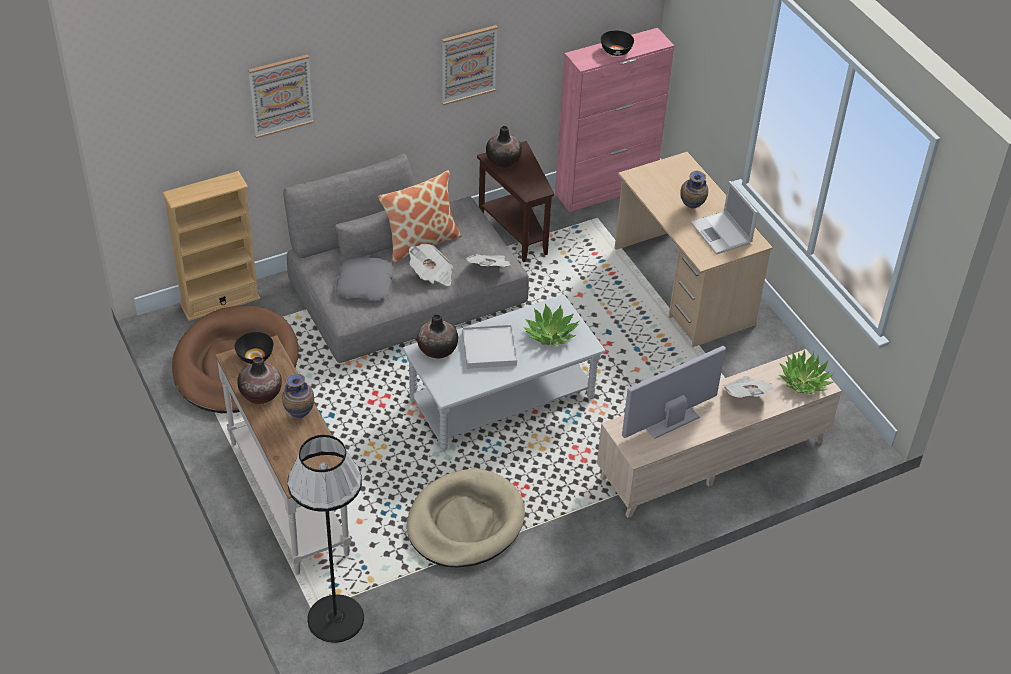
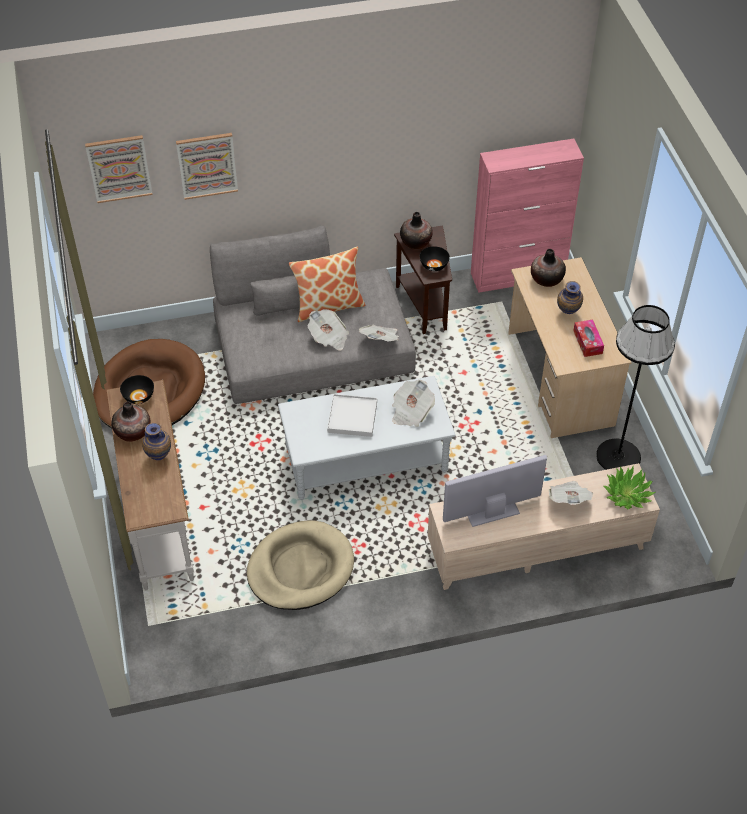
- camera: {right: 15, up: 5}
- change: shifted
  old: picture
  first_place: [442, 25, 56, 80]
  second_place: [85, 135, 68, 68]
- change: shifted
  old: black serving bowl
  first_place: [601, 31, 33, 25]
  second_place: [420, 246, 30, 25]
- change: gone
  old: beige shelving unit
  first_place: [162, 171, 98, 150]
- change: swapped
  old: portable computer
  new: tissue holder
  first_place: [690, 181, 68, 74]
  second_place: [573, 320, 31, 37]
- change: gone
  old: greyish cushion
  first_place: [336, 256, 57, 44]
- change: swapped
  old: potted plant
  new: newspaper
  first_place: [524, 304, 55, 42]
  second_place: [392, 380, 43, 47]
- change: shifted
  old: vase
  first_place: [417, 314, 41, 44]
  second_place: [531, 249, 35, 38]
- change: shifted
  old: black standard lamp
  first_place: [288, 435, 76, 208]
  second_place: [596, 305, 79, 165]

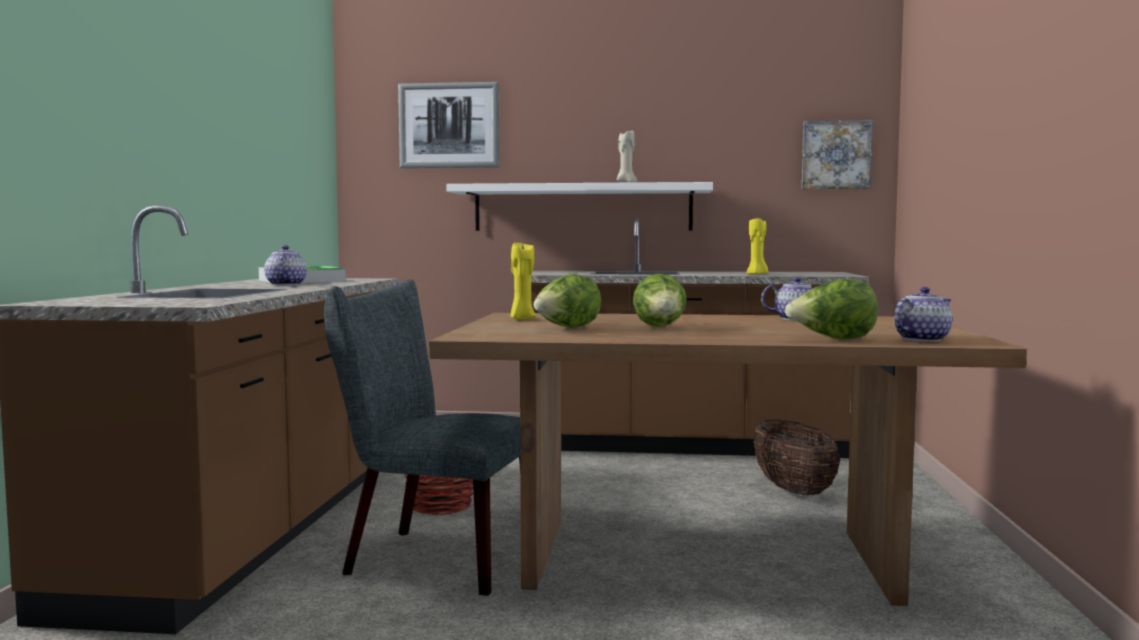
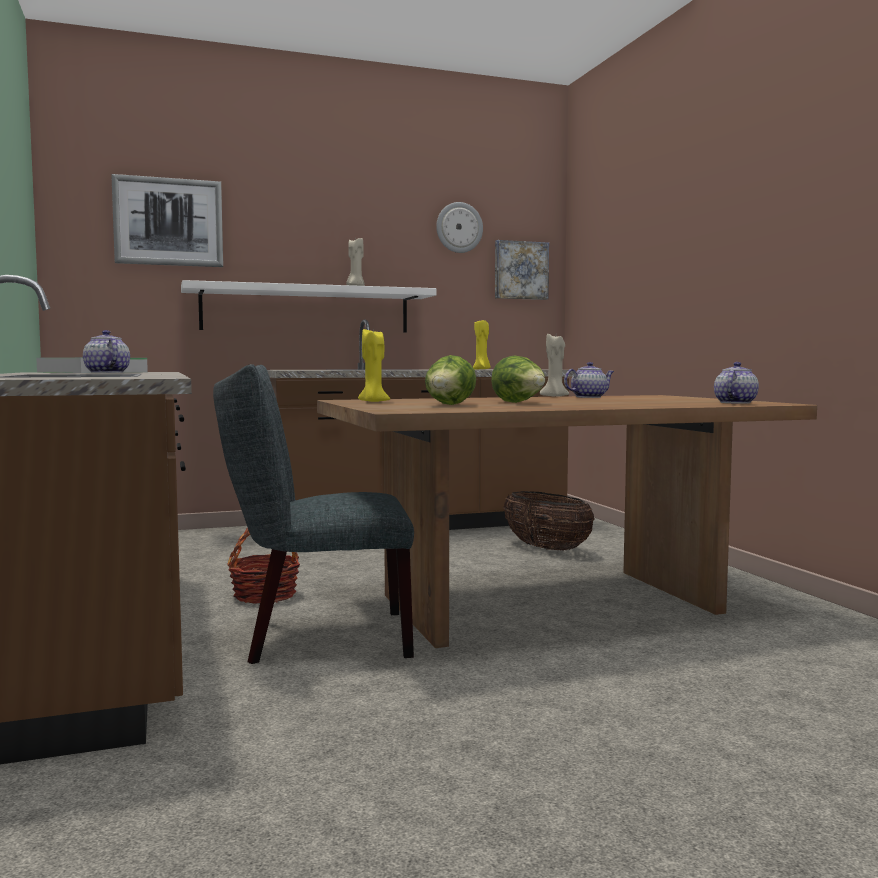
- camera: {right: -25, up: 0}
- change: gone
  old: head of lettuce
  first_place: [785, 279, 93, 61]
- change: new
  new: hanging clock
  second_place: [436, 202, 47, 51]
- change: new
  new: beige wax candle
  second_place: [540, 334, 29, 63]

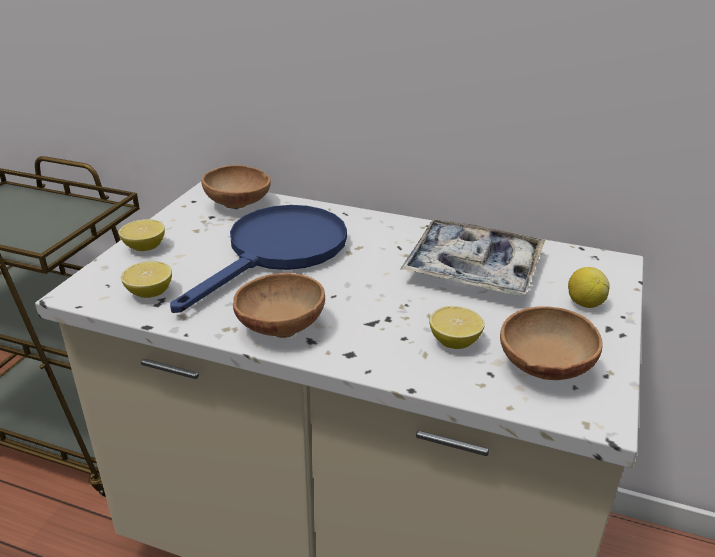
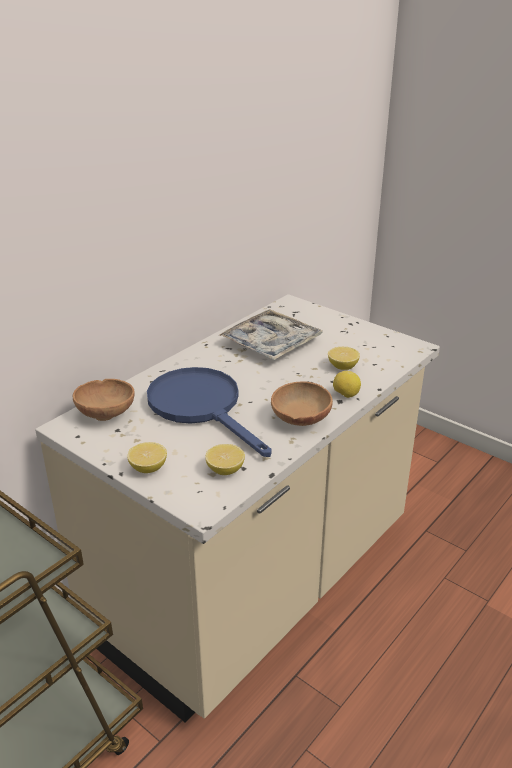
- camera: {right: -70, up: 0}
- change: shifted
  old: lemon
  first_place: [568, 267, 42, 41]
  second_place: [333, 371, 28, 27]
- change: gone
  old: brown serving bowl
  first_place: [500, 306, 103, 74]

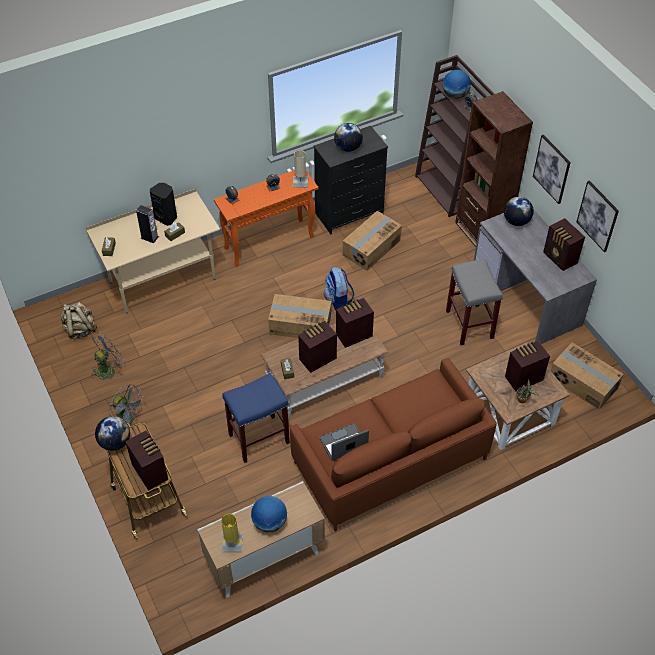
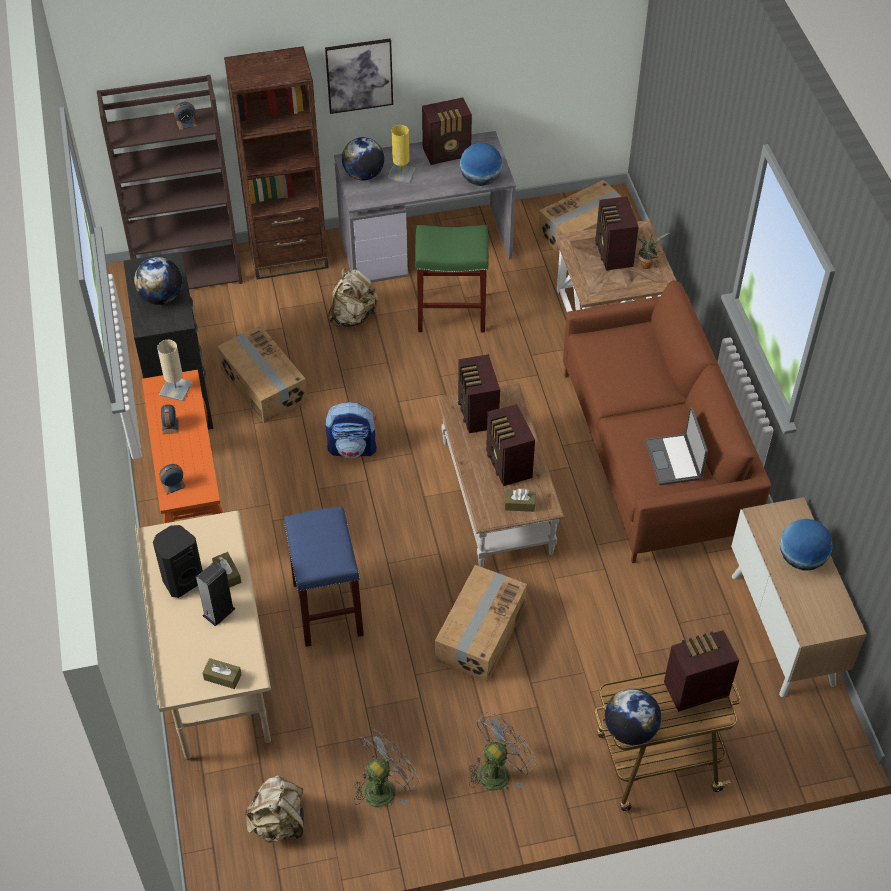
- camera: {right: -75, up: 0}
- change: shifted
  old: desk globe
  first_place: [442, 70, 29, 29]
  second_place: [460, 143, 43, 43]
- change: gone
  old: picture
  first_place: [577, 181, 42, 71]
- change: repainted
  old: greyish stool seat
  new: green-coloured stool seat
  first_place: [446, 259, 57, 86]
  second_place: [415, 225, 74, 107]
- change: shifted
  old: cardboard box
  first_place: [268, 294, 64, 44]
  second_place: [435, 565, 92, 117]
- change: rotated
  old: greyish cooling fan
  first_place: [92, 332, 33, 48]
  second_place: [354, 729, 65, 78]
  degrees: 75
- change: shifted
  old: blue stool seat
  first_place: [222, 373, 68, 90]
  second_place: [284, 506, 80, 141]
- change: shifted
  old: yellowish lamp for a table
  first_place: [221, 514, 21, 38]
  second_place: [388, 125, 27, 58]
- change: new
  new: beige knapsack
  second_place: [328, 268, 50, 59]

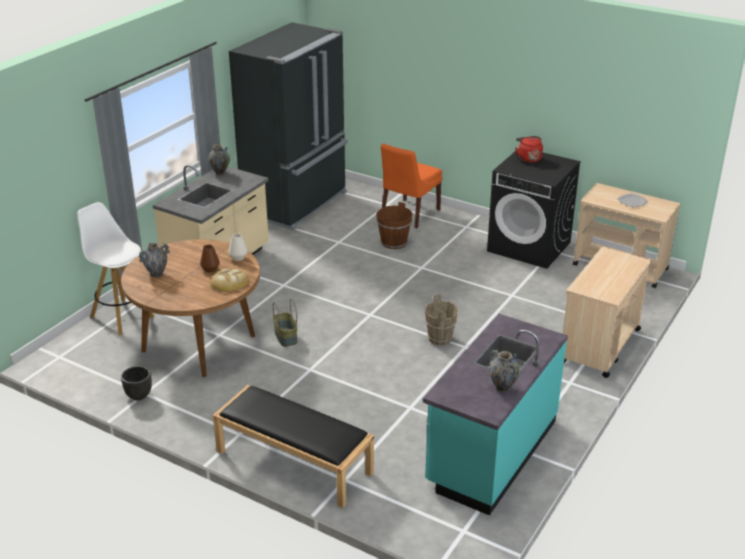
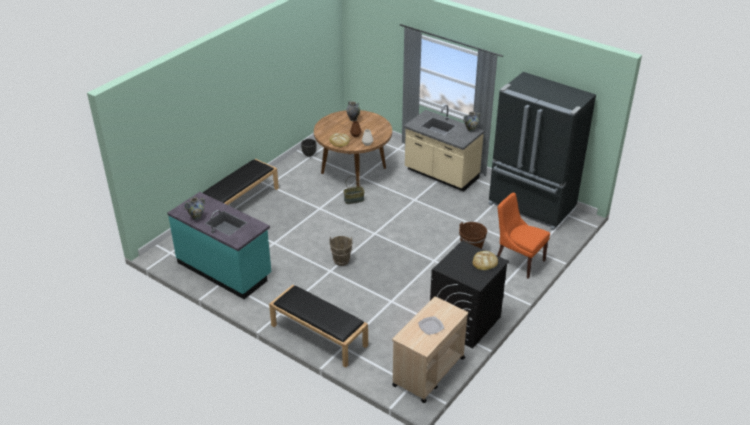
- camera: {right: 95, up: 5}
- change: swapped
  old: reddish water kettle
  new: bakery bread
  first_place: [515, 136, 28, 27]
  second_place: [473, 251, 25, 19]
- change: gone
  old: whitish stool seat
  first_place: [77, 202, 77, 133]
- change: swapped
  old: beige trolley
  new: black bench
  first_place: [563, 247, 88, 131]
  second_place: [269, 285, 99, 82]

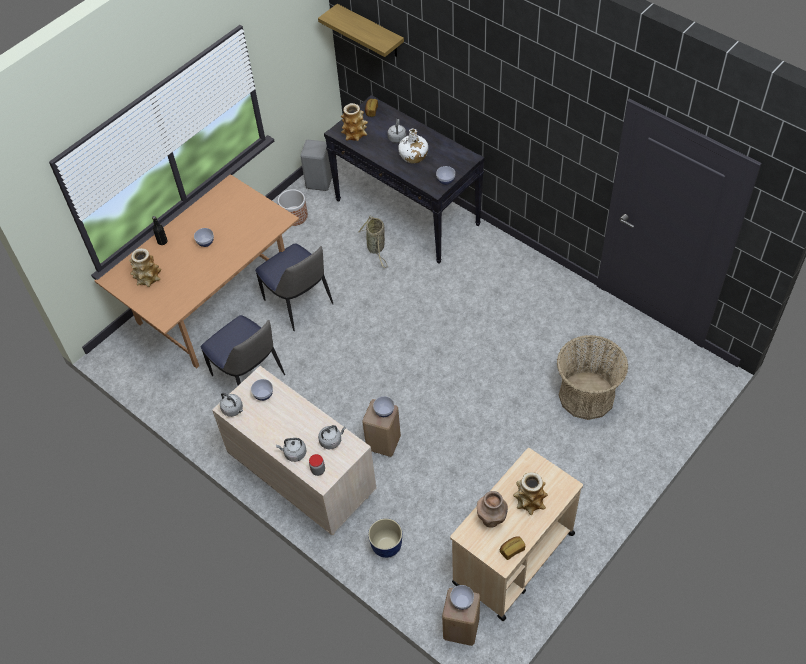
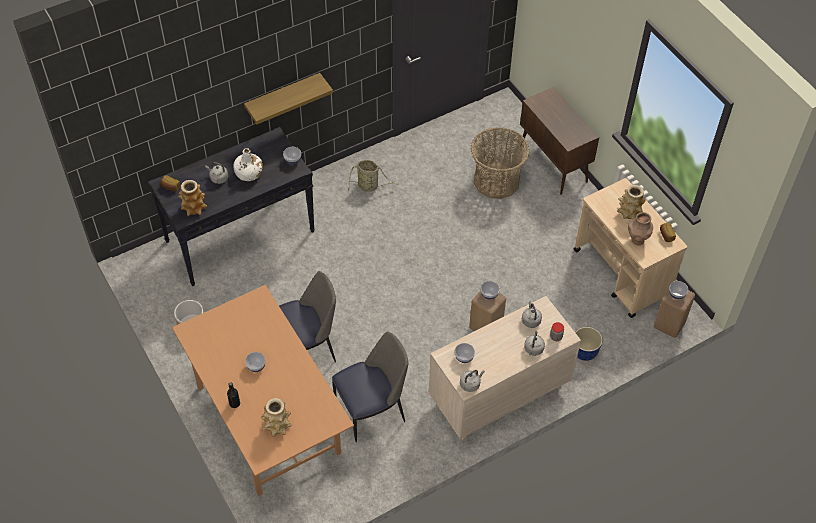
- camera: {right: -75, up: 0}
- change: shifted
  old: wall shelf
  first_place: [318, 4, 86, 53]
  second_place: [244, 73, 89, 51]
- change: gone
  old: greyish stool seat
  first_place: [300, 140, 32, 51]
- change: shifted
  old: storage basket
  first_place: [359, 215, 28, 53]
  second_place: [346, 160, 53, 32]
- change: new
  new: brown storage cabinet
  second_place: [520, 87, 79, 108]

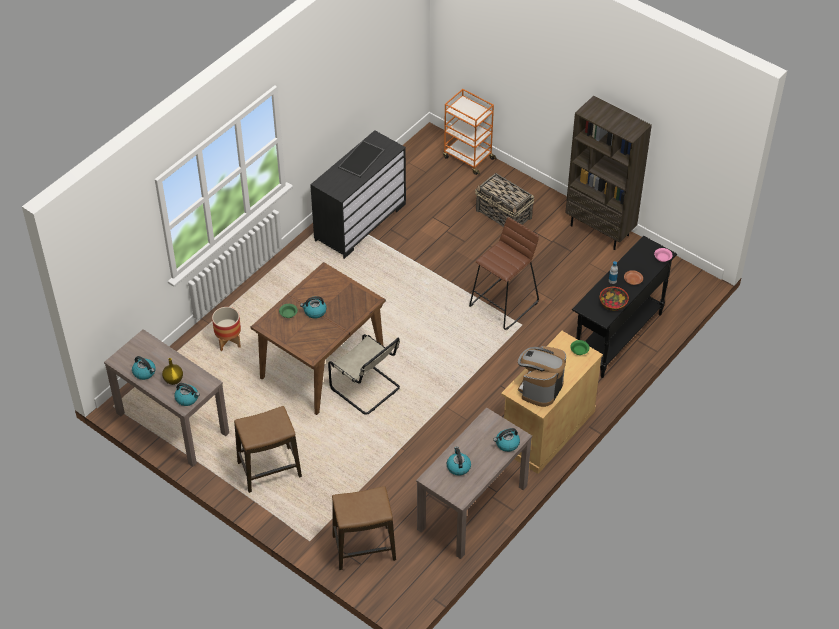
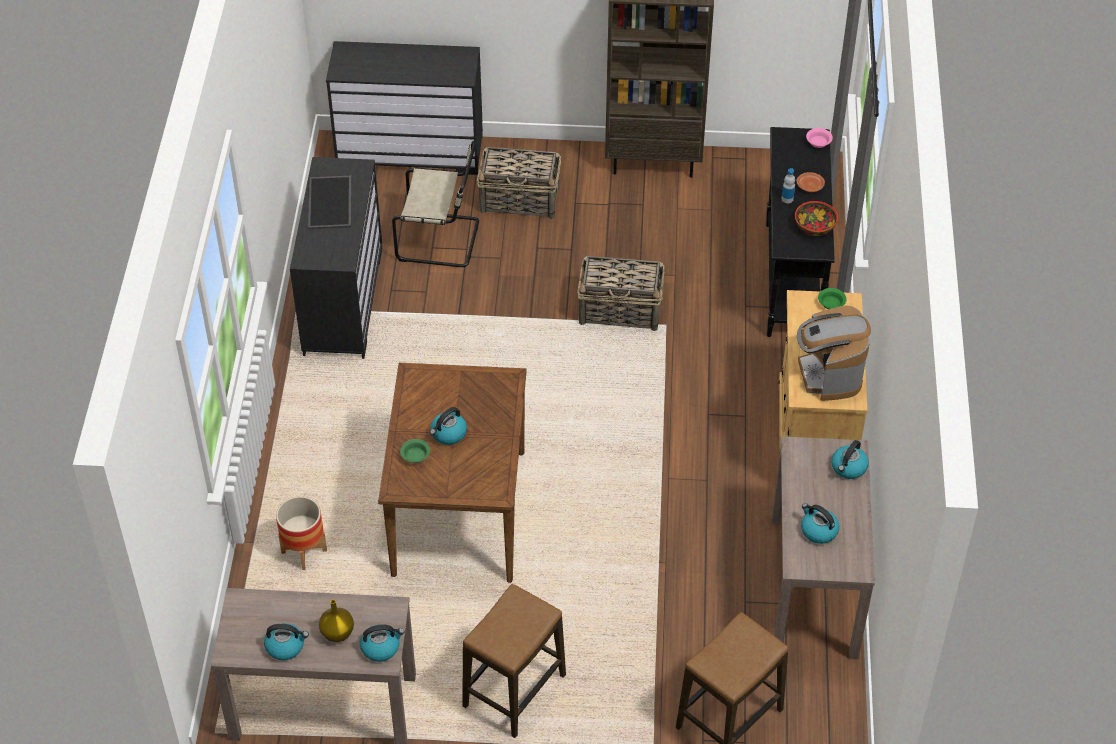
- camera: {right: -35, up: 0}
- change: swapped
  old: orangey trolley
  new: black chest of drawers
  first_place: [443, 89, 54, 86]
  second_place: [326, 41, 157, 134]
- change: swapped
  old: brown stool seat
  new: storage basket
  first_place: [469, 217, 70, 113]
  second_place: [577, 256, 88, 75]
- change: shifted
  old: beige chair
  first_place: [328, 334, 72, 81]
  second_place: [392, 141, 87, 126]

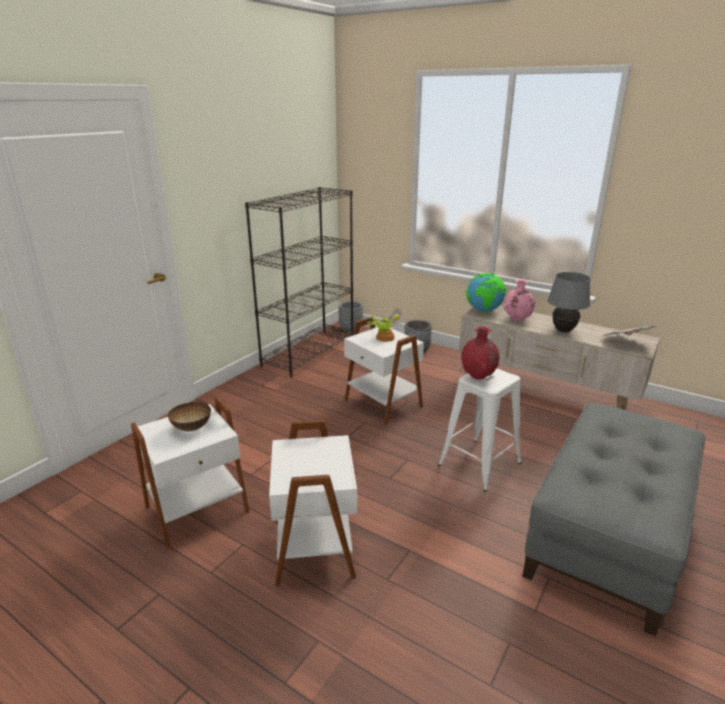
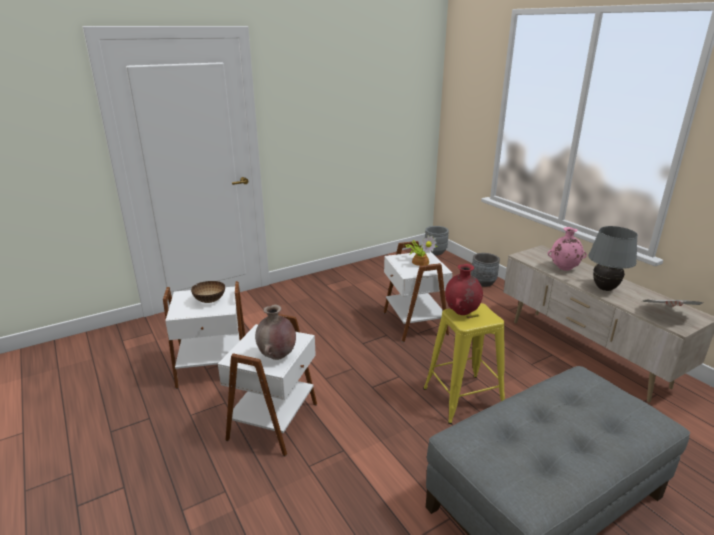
- camera: {right: 25, up: 0}
- change: gone
  old: black shelving unit
  first_place: [245, 187, 109, 190]
- change: gone
  old: desk globe
  first_place: [466, 273, 40, 39]
- change: repainted
  old: whitish stool seat
  new: yellowish stool seat
  first_place: [438, 368, 84, 123]
  second_place: [423, 303, 82, 121]
- change: new
  new: brown vase
  second_place: [255, 304, 41, 56]

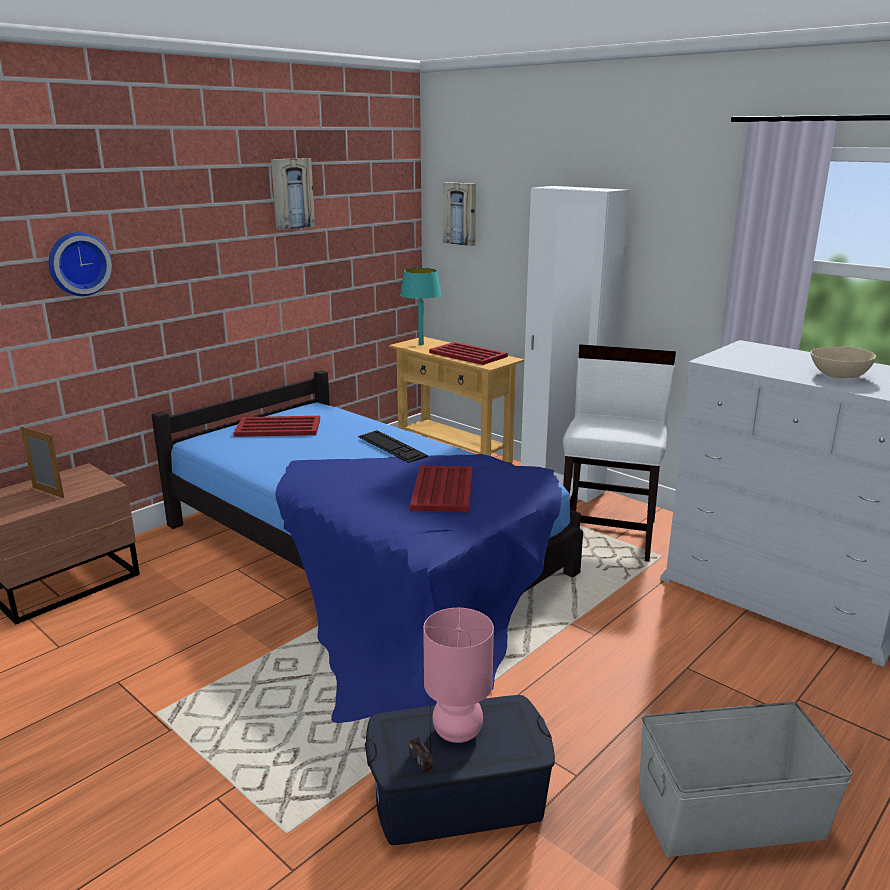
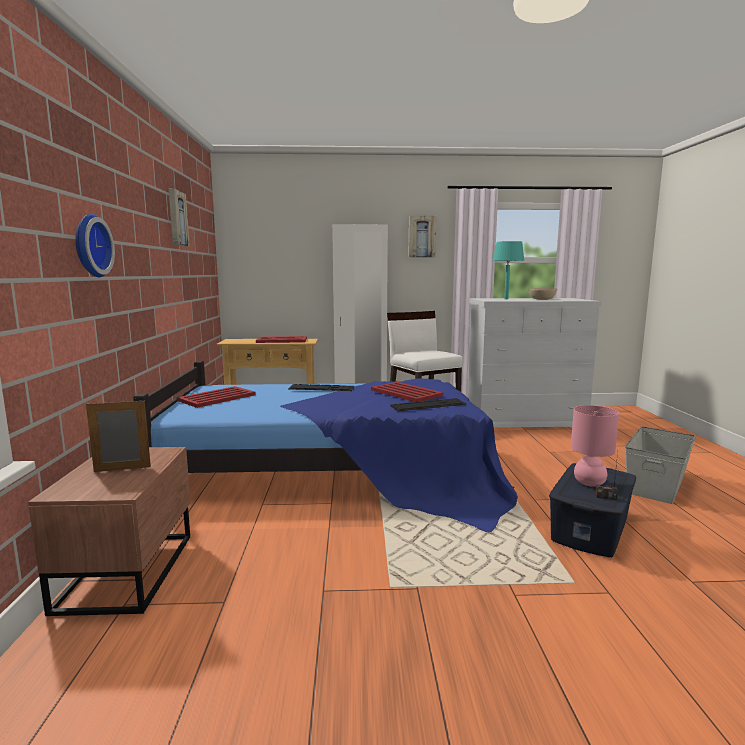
- camera: {right: -45, up: -10}
- change: shifted
  old: picture
  first_place: [443, 182, 33, 64]
  second_place: [408, 216, 28, 41]
- change: shifted
  old: blue-green lamp for a table
  first_place: [400, 268, 41, 77]
  second_place: [492, 241, 32, 58]
- change: new
  new: PC keyboard
  second_place: [391, 398, 75, 13]

